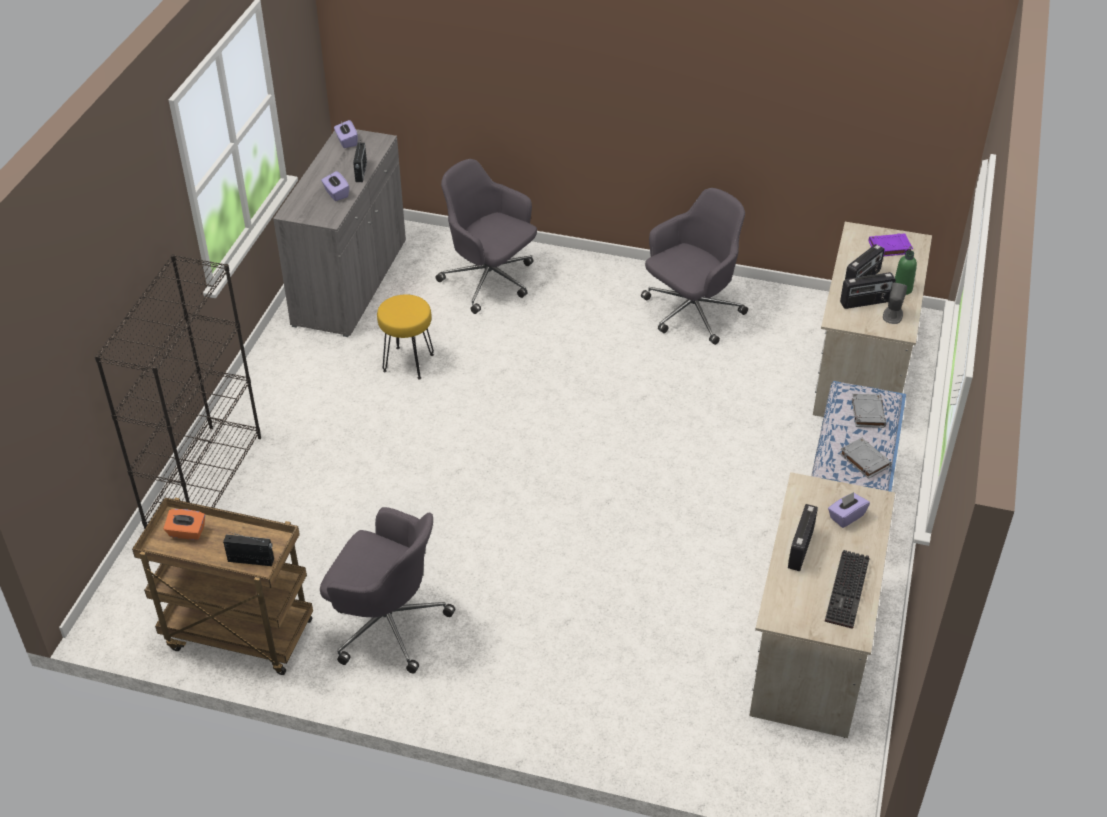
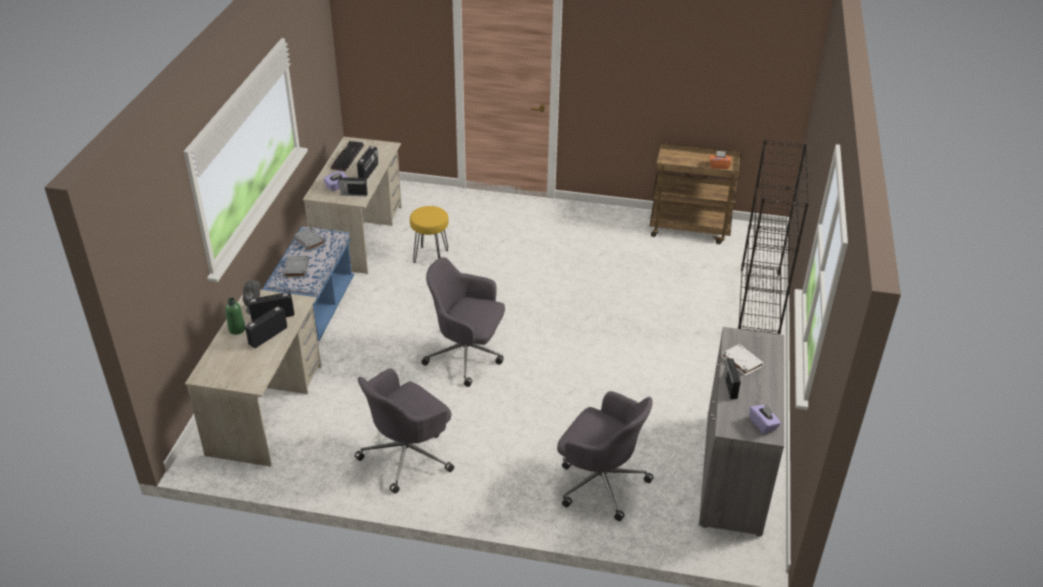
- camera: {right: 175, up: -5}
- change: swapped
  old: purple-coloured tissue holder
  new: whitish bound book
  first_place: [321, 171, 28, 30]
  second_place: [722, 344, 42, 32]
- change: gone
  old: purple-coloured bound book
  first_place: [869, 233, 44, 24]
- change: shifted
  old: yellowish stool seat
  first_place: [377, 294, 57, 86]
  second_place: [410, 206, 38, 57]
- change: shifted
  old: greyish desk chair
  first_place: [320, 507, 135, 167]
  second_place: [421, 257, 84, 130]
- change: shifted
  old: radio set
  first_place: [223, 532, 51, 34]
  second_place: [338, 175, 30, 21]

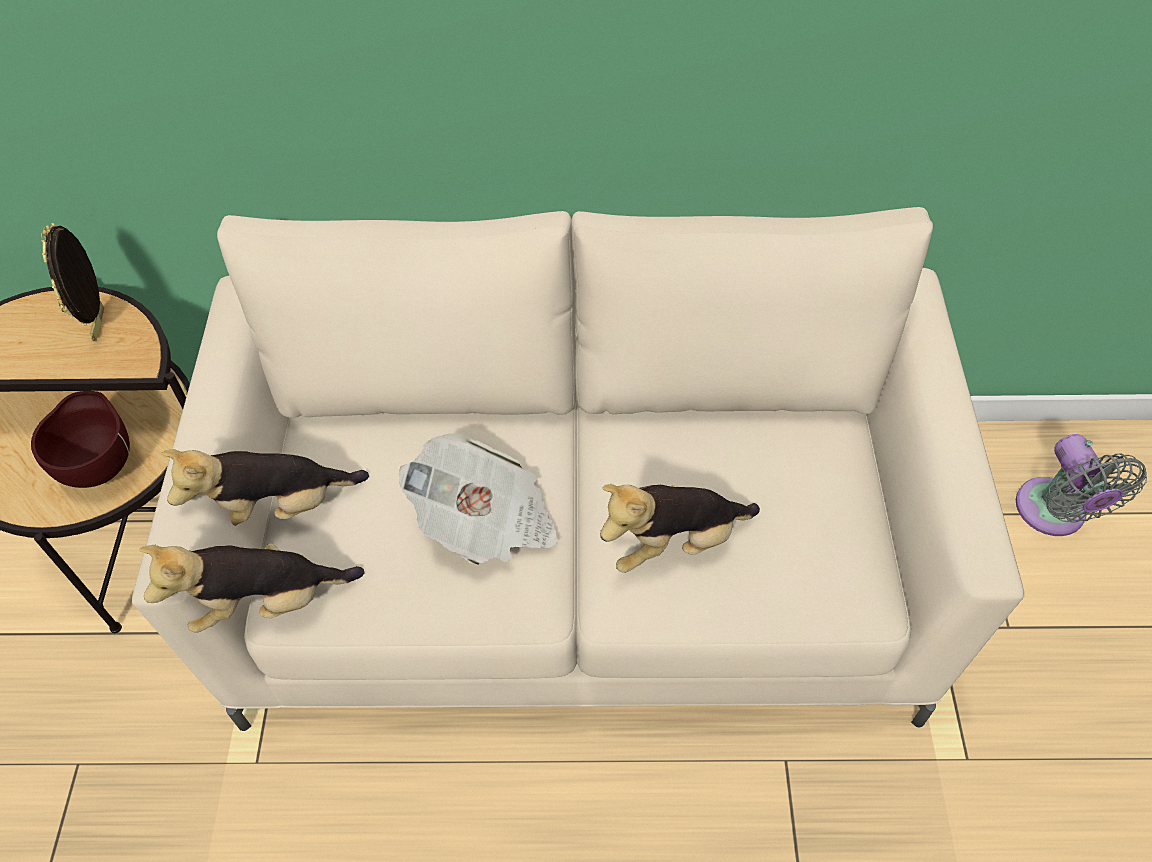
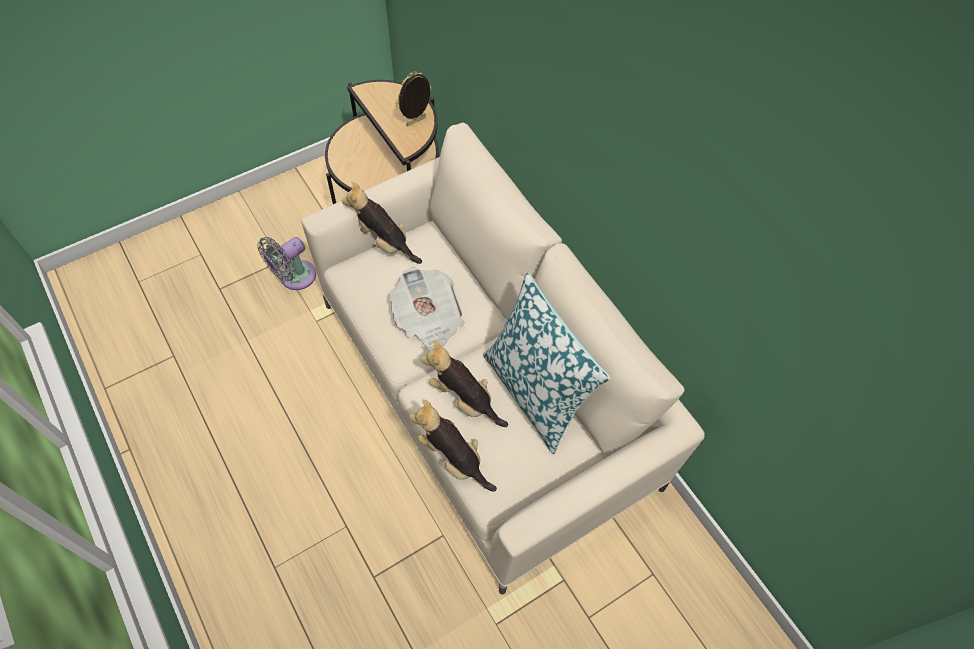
- camera: {right: 55, up: 5}
- change: gone
  old: brown serving bowl
  first_place: [31, 391, 99, 97]
- change: shifted
  old: greyish cooling fan
  first_place: [1016, 434, 131, 102]
  second_place: [257, 237, 59, 53]
- change: shifted
  old: cuddly toy
  first_place: [139, 544, 225, 89]
  second_place: [409, 399, 88, 93]
- change: new
  new: cushion
  second_place: [483, 272, 127, 182]

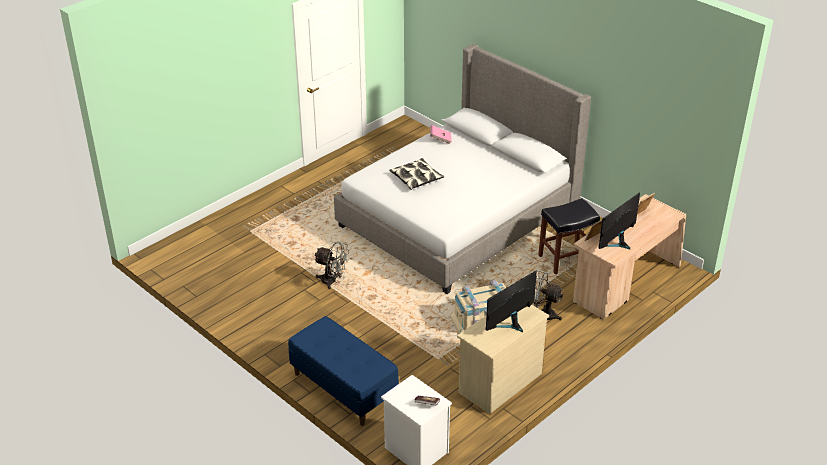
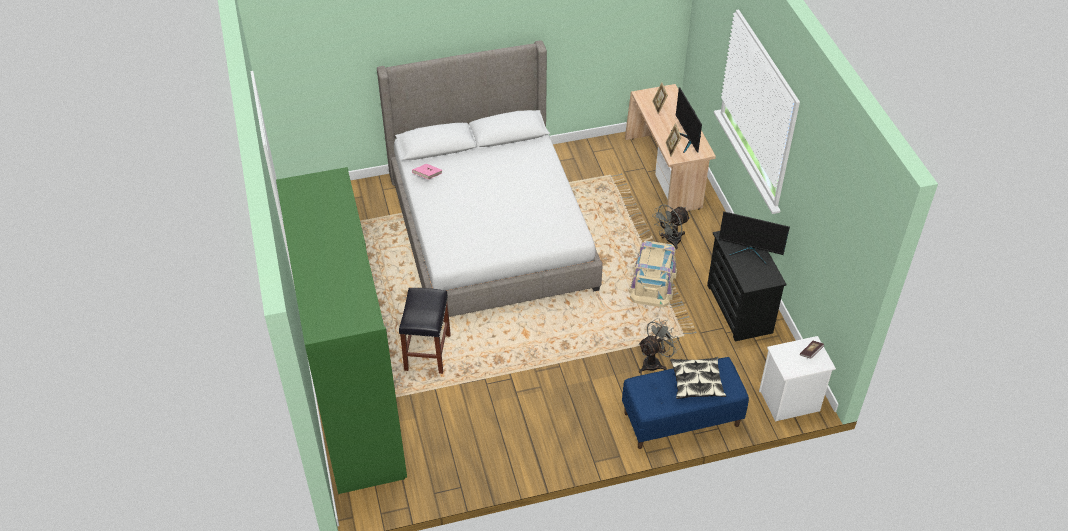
- camera: {right: -60, up: 10}
- change: shifted
  old: cushion
  first_place: [389, 158, 55, 32]
  second_place: [670, 357, 56, 42]
- change: shifted
  old: black stool seat
  first_place: [538, 198, 62, 76]
  second_place: [399, 288, 52, 86]
- change: shifted
  old: greyish cooling fan
  first_place: [314, 242, 35, 47]
  second_place: [638, 318, 42, 55]
- change: rotated
  old: monitor
  first_place: [485, 271, 52, 61]
  second_place: [719, 211, 71, 54]
  degrees: -60
- change: repainted
  old: beige chest of drawers
  new: black chest of drawers
  first_place: [457, 305, 92, 109]
  second_place: [707, 231, 79, 110]
- change: new
  new: green-coloured armoire
  second_place: [276, 167, 131, 327]

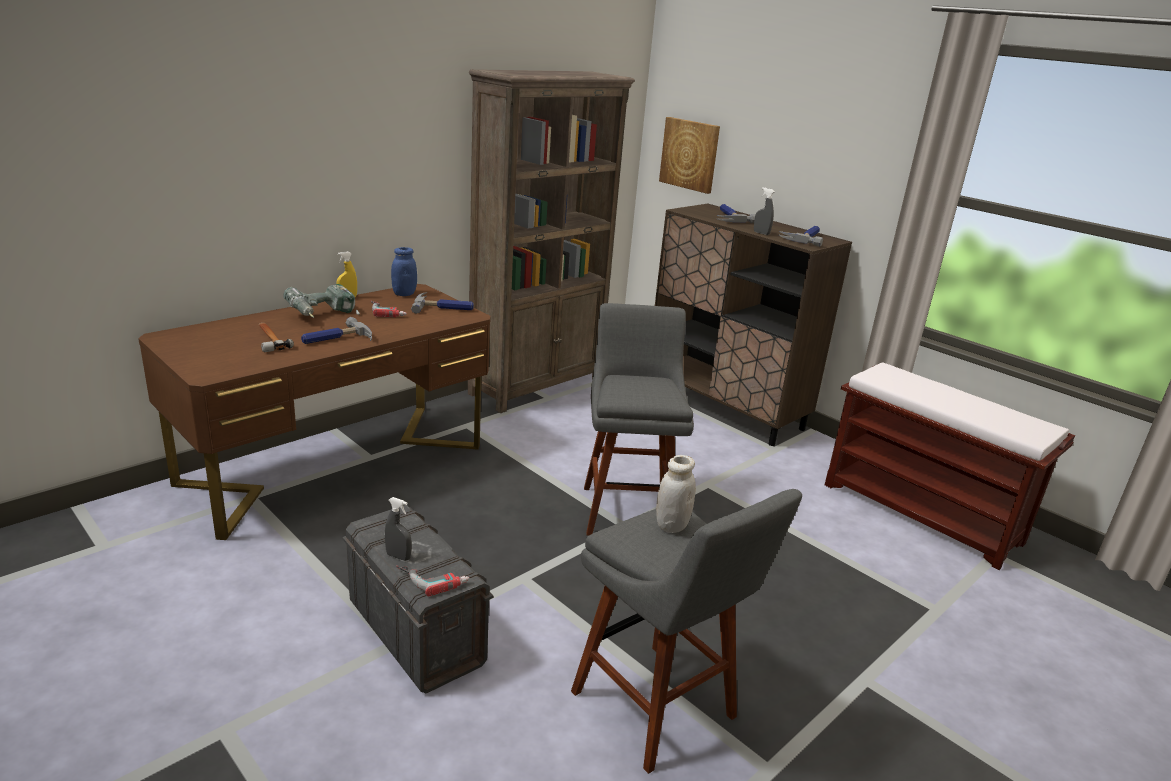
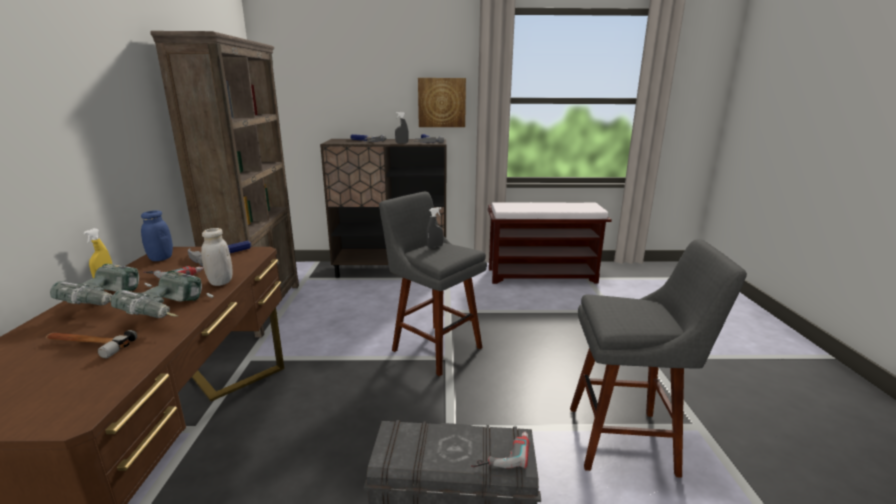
- camera: {right: -45, up: -5}
- change: shifted
  old: picture
  first_place: [659, 117, 61, 77]
  second_place: [418, 78, 48, 49]
- change: swapped
  old: tool hammer
  new: drill
  first_place: [301, 317, 71, 27]
  second_place: [111, 271, 102, 47]
- change: shifted
  old: whitish preserve jar
  first_place: [656, 455, 40, 78]
  second_place: [201, 228, 31, 58]
- change: shifted
  old: greyish spray bottle
  first_place: [385, 497, 27, 64]
  second_place: [426, 207, 18, 41]

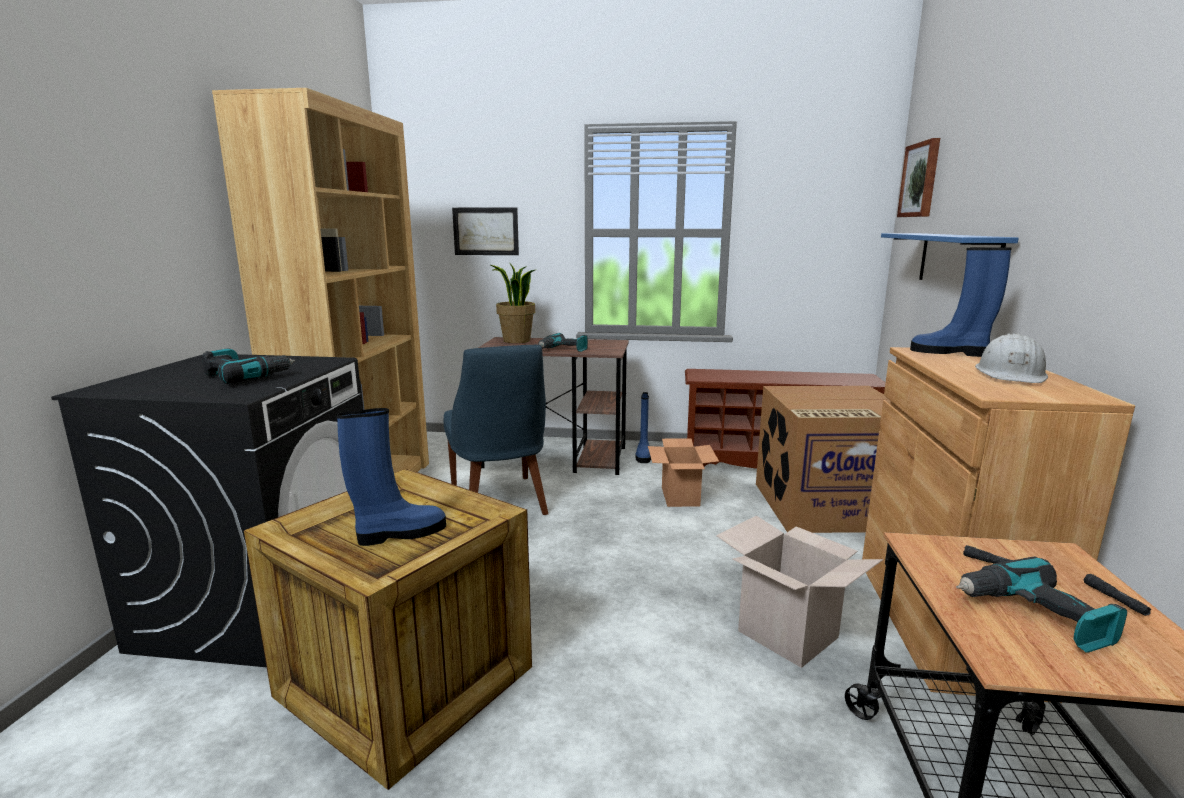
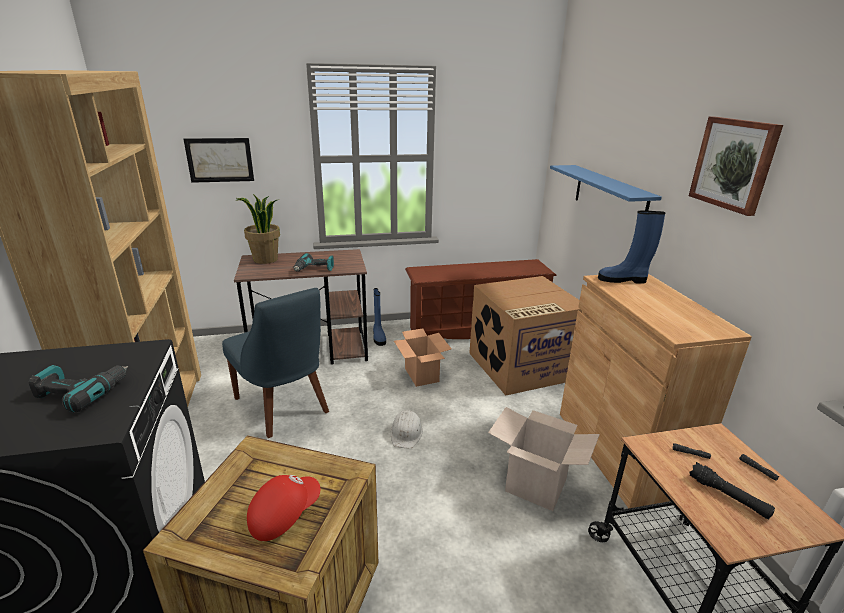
- camera: {right: -20, up: 10}
- change: shifted
  old: picture
  first_place: [897, 138, 43, 79]
  second_place: [689, 117, 94, 99]
- change: shifted
  old: whitish safety helmet
  first_place: [975, 333, 73, 50]
  second_place: [390, 410, 33, 39]
- change: swapped
  old: blue boot
  new: reddish peaked cap
  first_place: [337, 408, 109, 138]
  second_place: [247, 475, 73, 66]
- change: swapped
  old: drill
  new: black torch
  first_place: [956, 557, 171, 95]
  second_place: [689, 462, 86, 58]

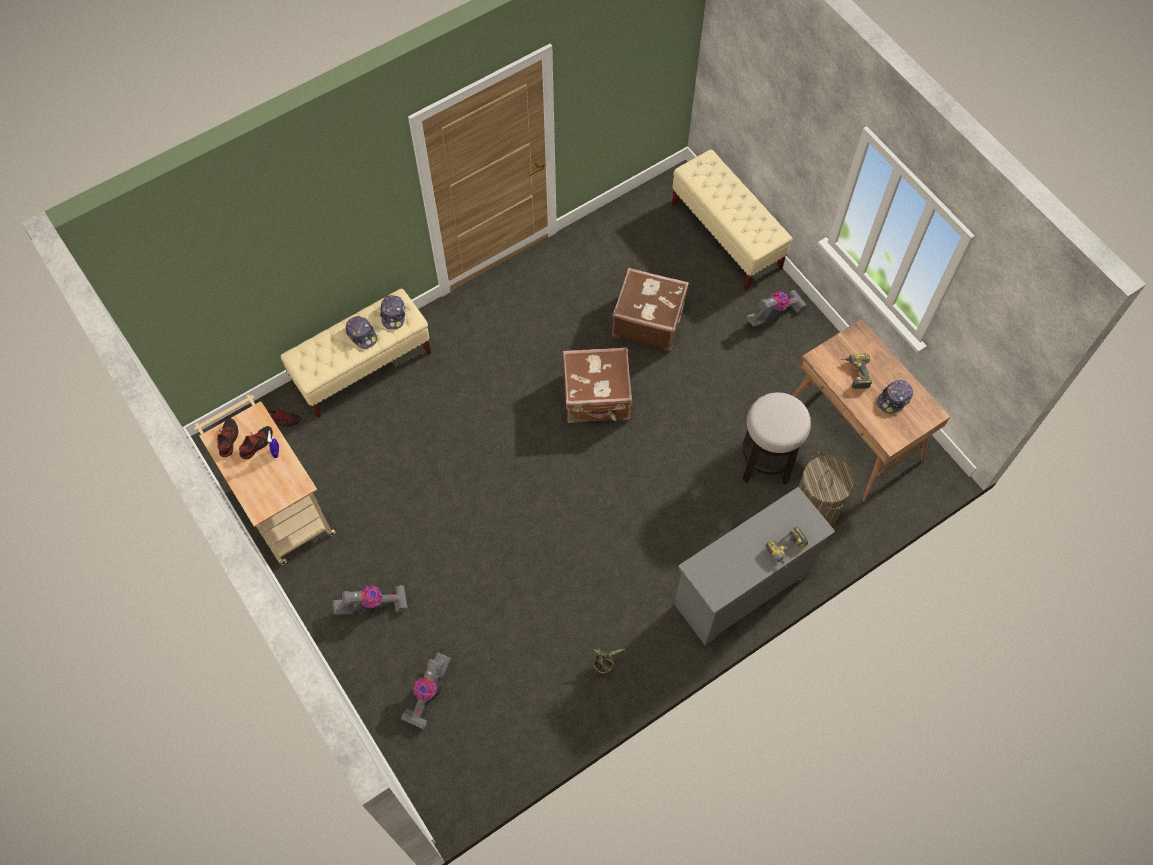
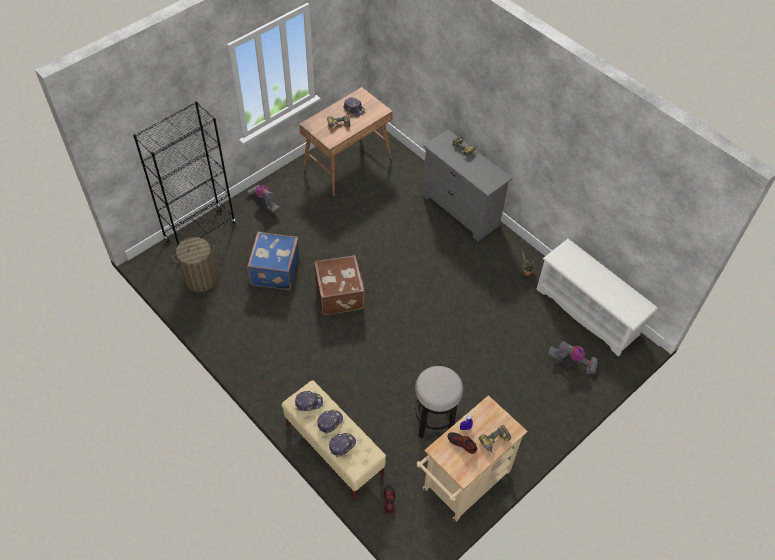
- camera: {right: -100, up: -10}
- change: swapped
  old: beige bench
  new: black shelving unit
  first_place: [672, 150, 121, 140]
  second_place: [133, 101, 102, 147]
- change: repainted
  old: brown suitcase
  new: blue suitcase
  first_place: [612, 268, 77, 83]
  second_place: [247, 232, 53, 58]
- change: shifted
  old: stool seat
  first_place: [742, 392, 69, 93]
  second_place: [415, 366, 48, 72]
- change: gone
  old: item of footwear
  first_place: [217, 418, 21, 39]
- change: shifted
  old: hamper
  first_place: [798, 452, 57, 74]
  second_place: [173, 237, 44, 55]
- change: gone
  old: vacuum
  first_place: [332, 585, 76, 31]
- change: new
  new: whitish shoe shelf
  second_place: [536, 239, 122, 118]
- change: new
  new: drill
  second_place: [479, 425, 32, 30]
- change: new
  new: peaked cap
  second_place: [329, 433, 27, 24]

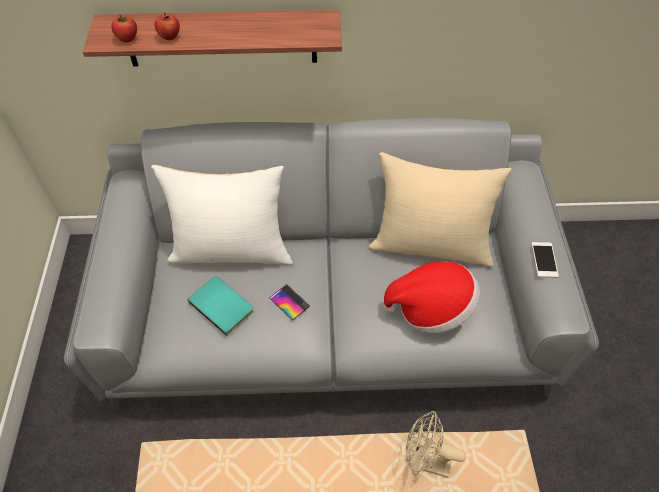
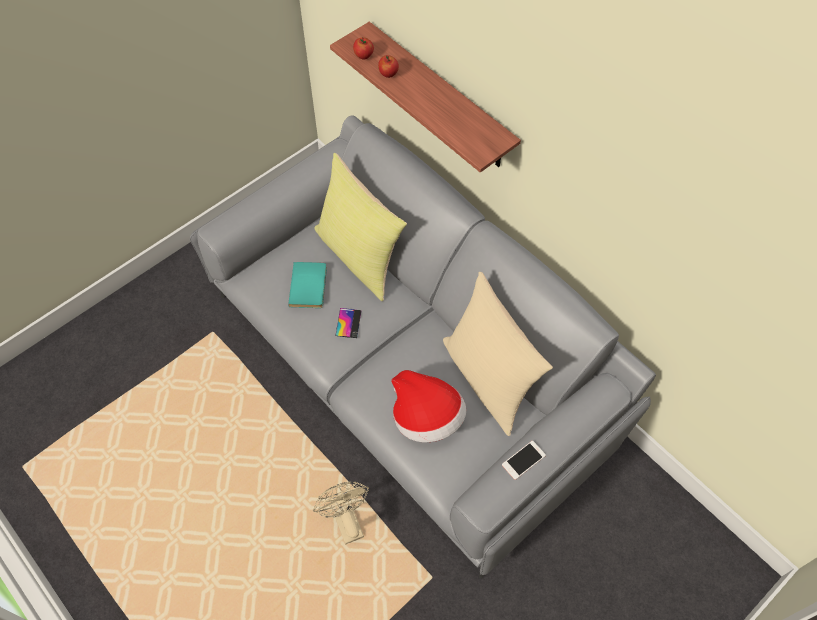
- camera: {right: 50, up: 5}
- change: repainted
  old: whitish cushion
  new: yellowish cushion
  first_place: [151, 165, 142, 100]
  second_place: [314, 153, 93, 148]

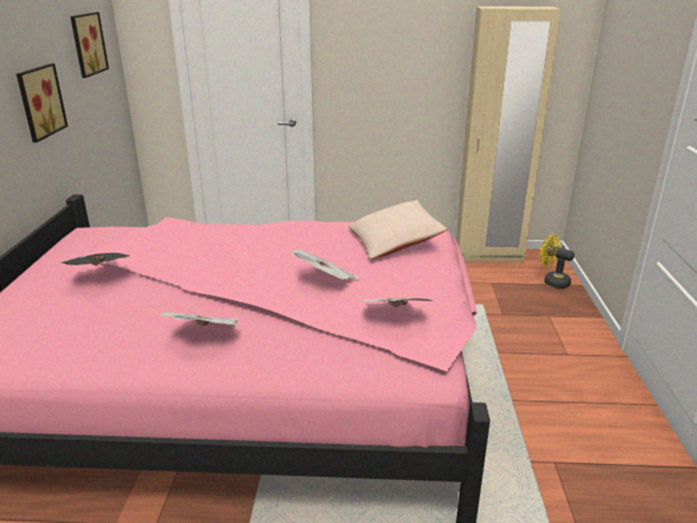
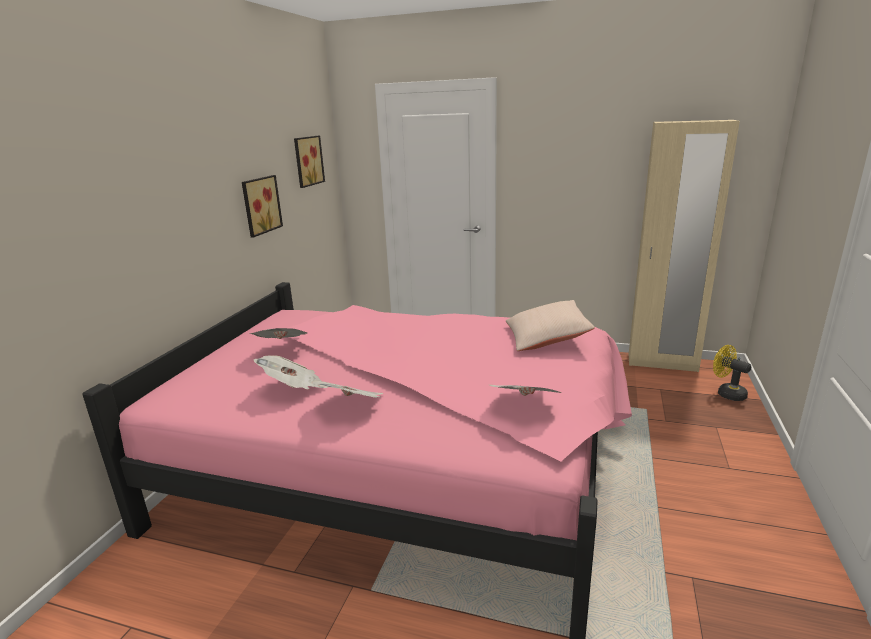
- camera: {right: 15, up: -5}
- change: shifted
  old: newspaper
  first_place: [290, 249, 70, 31]
  second_place: [254, 355, 74, 34]

